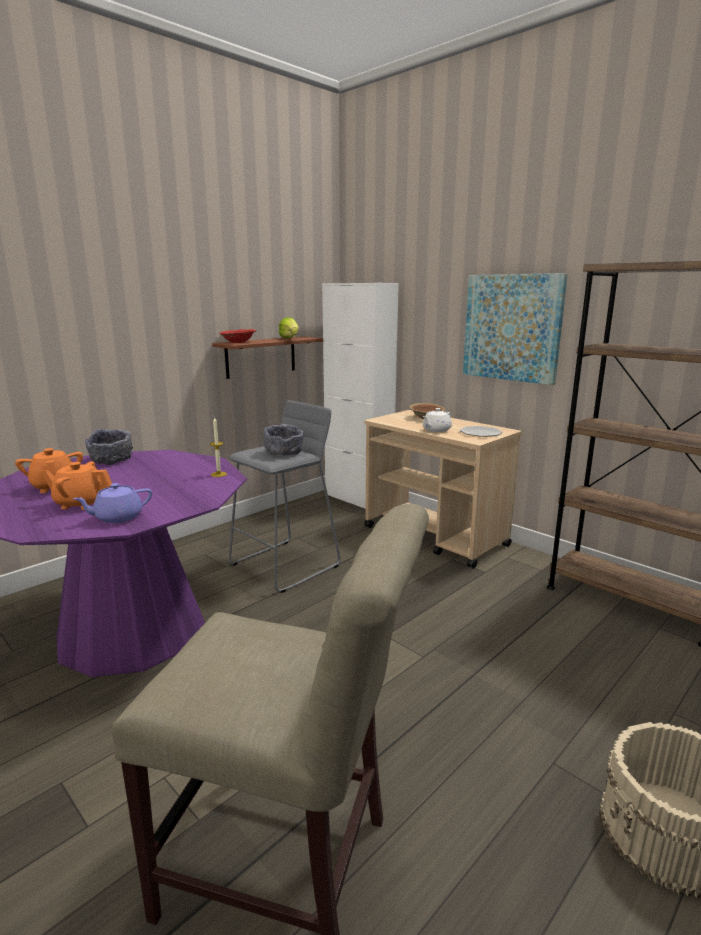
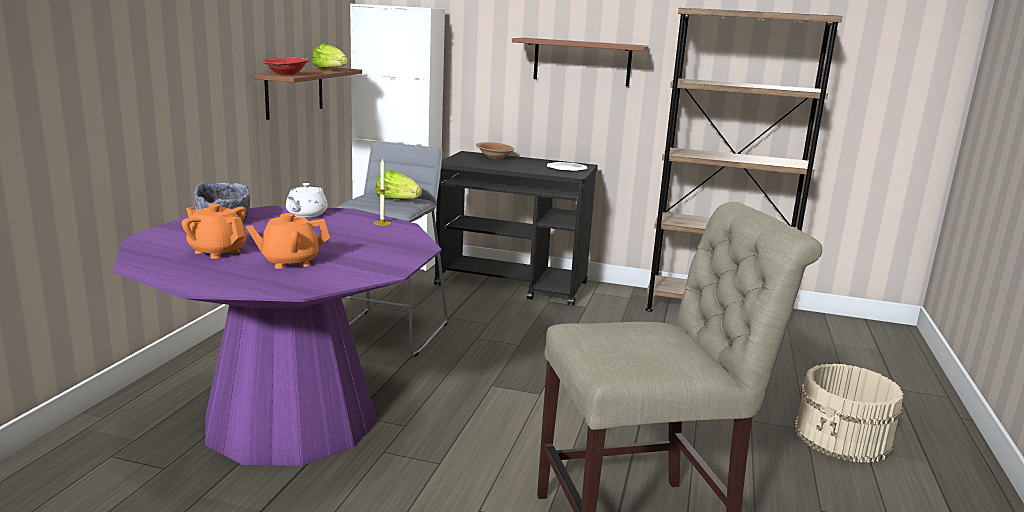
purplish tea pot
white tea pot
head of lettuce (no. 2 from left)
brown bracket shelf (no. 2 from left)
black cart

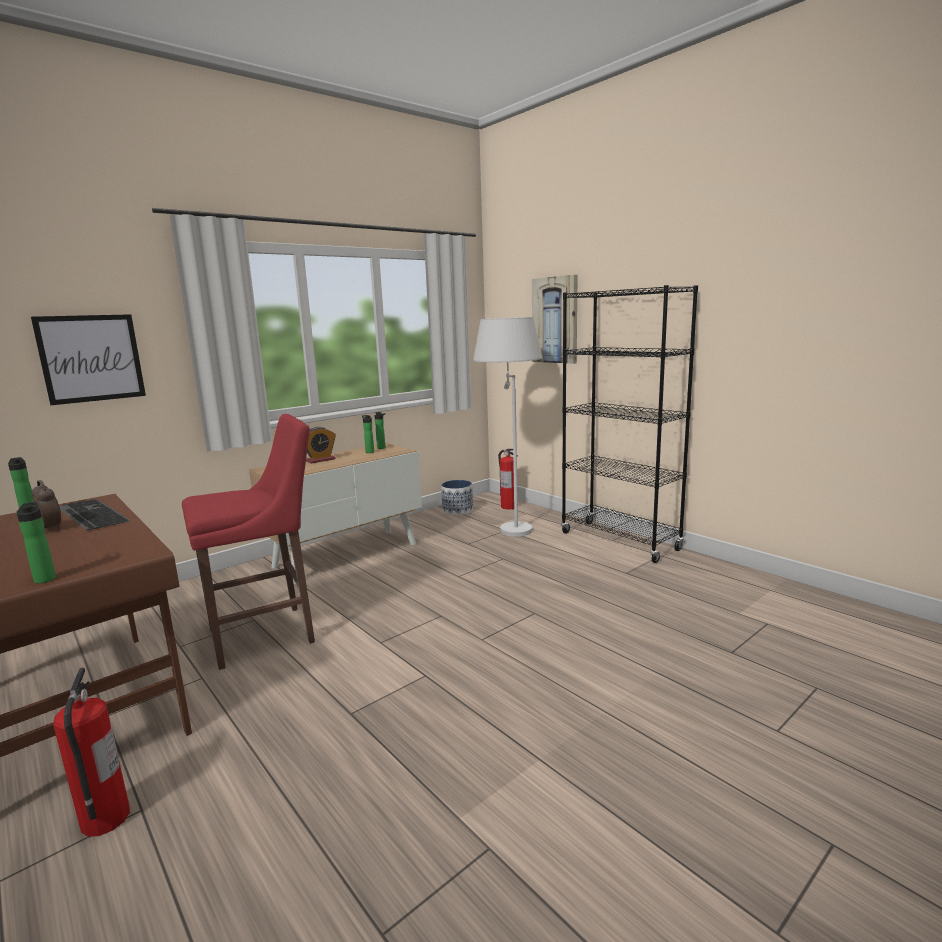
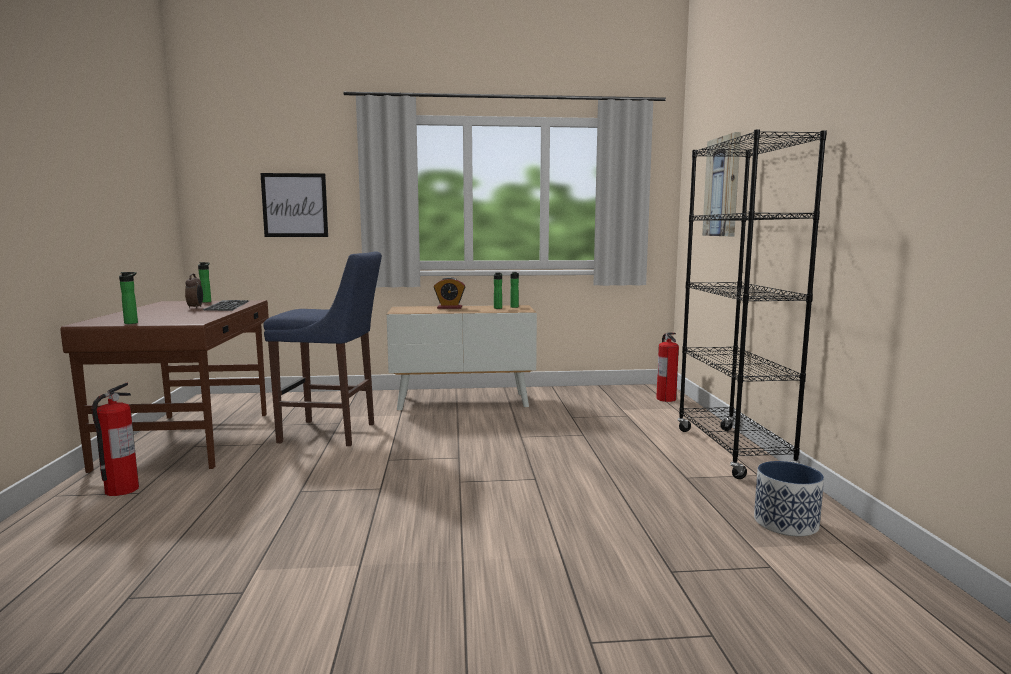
white standing lamp
plant pot
blue-coloured stool seat

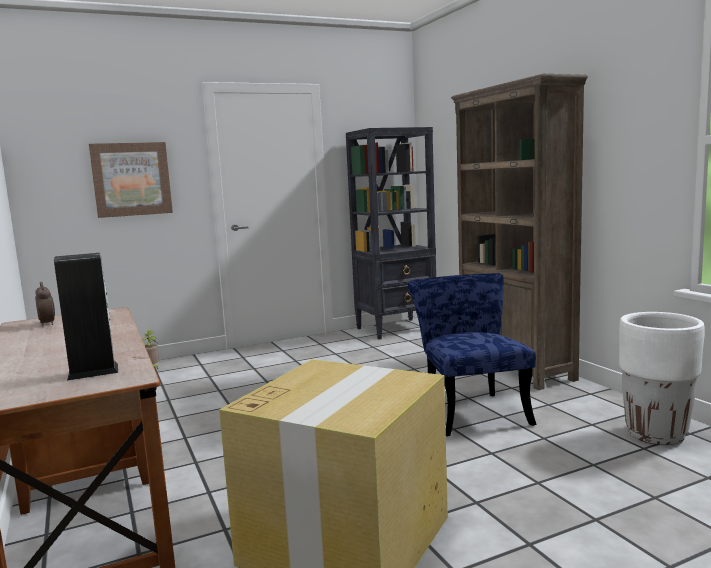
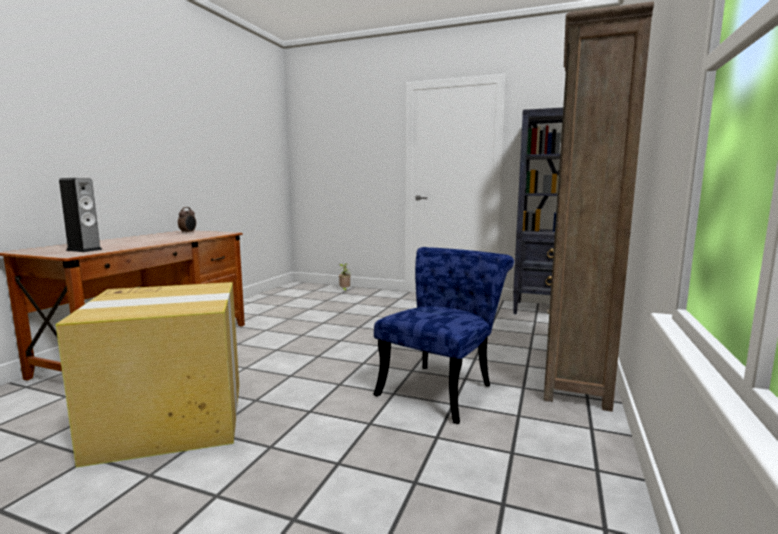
wall art
white plant pot

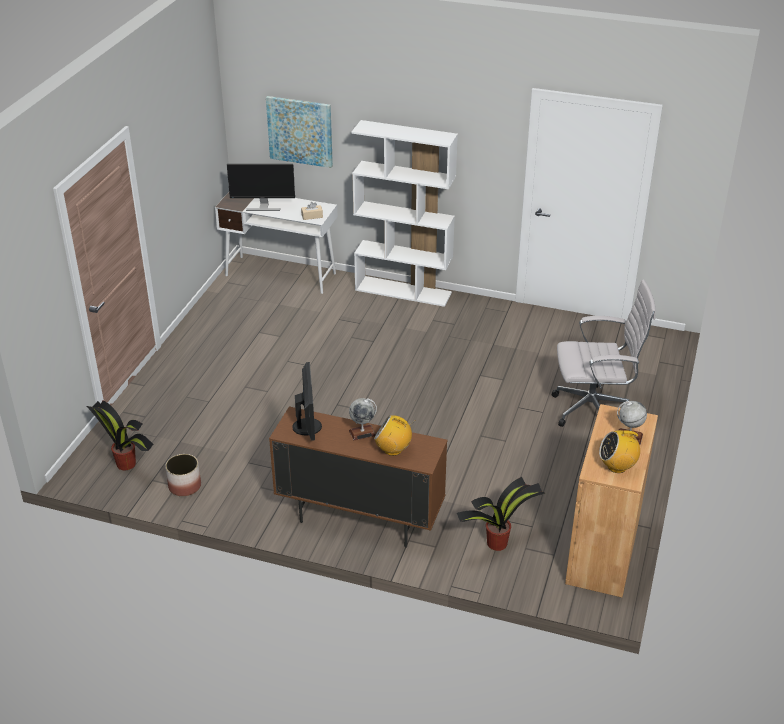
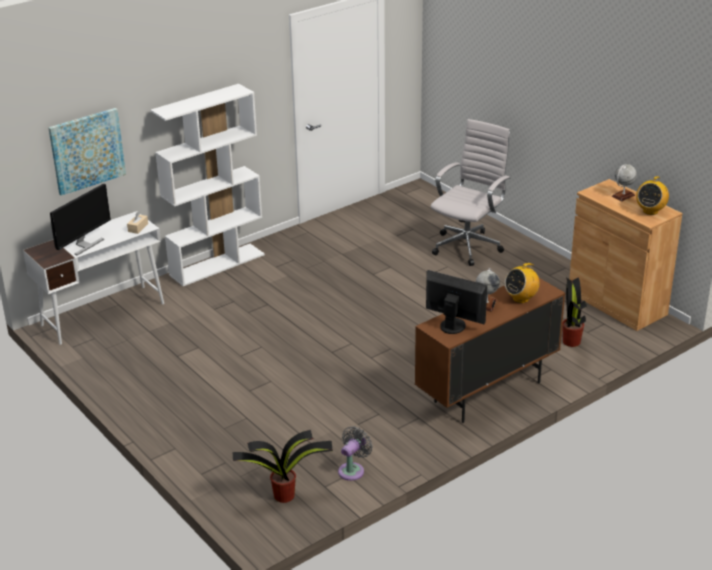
gray cooling fan

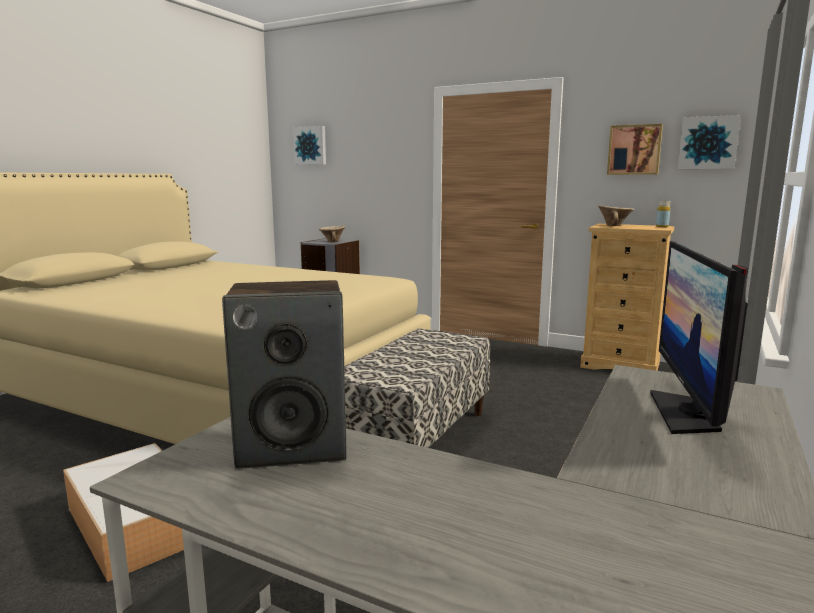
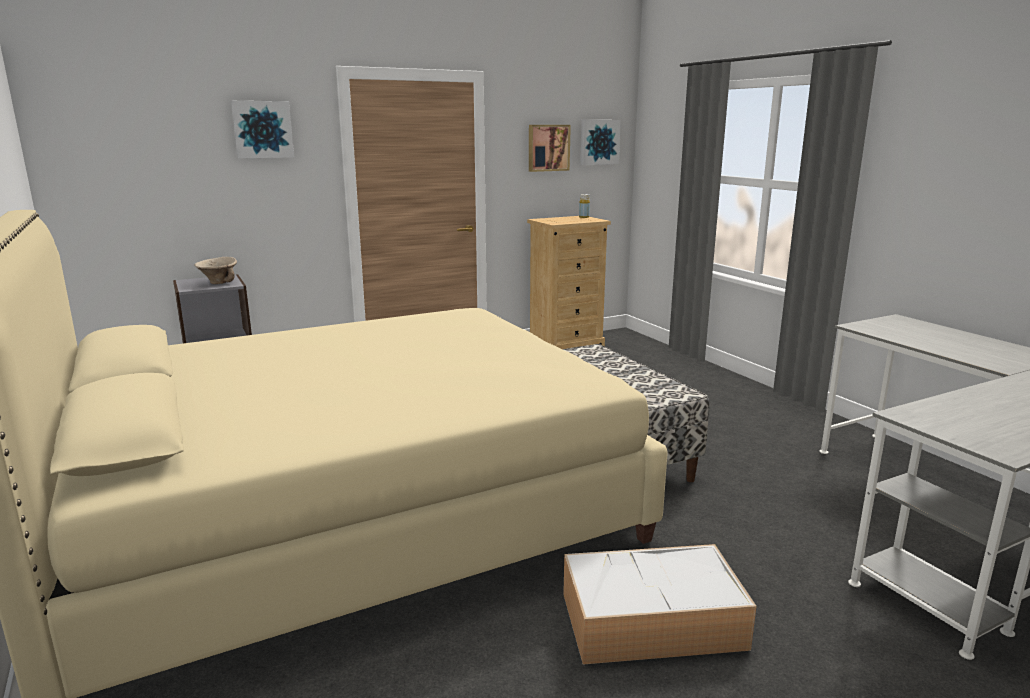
audio speaker
beige serving bowl (no. 2 from left in the first image)
computer display
wall art (no. 1 from left)

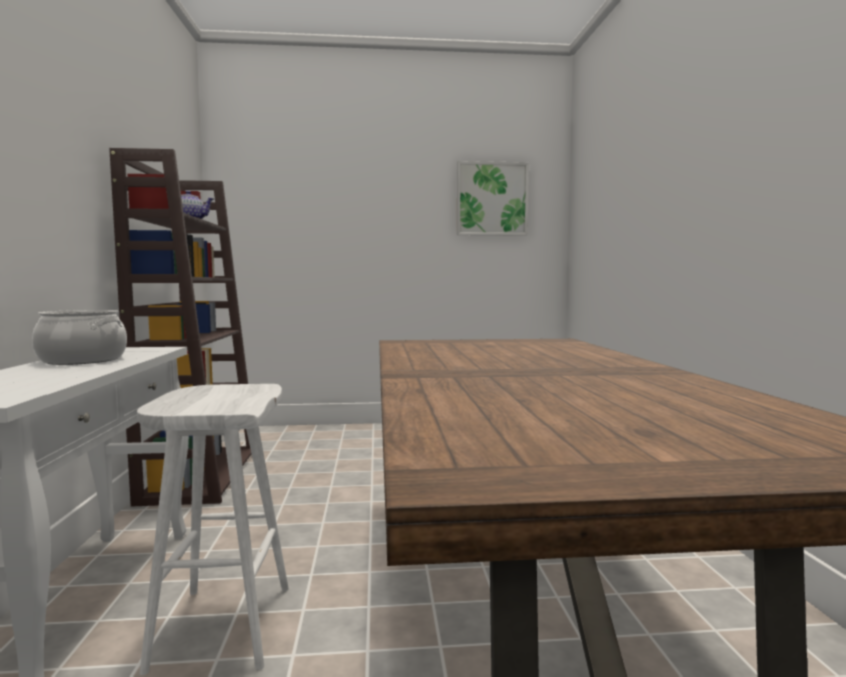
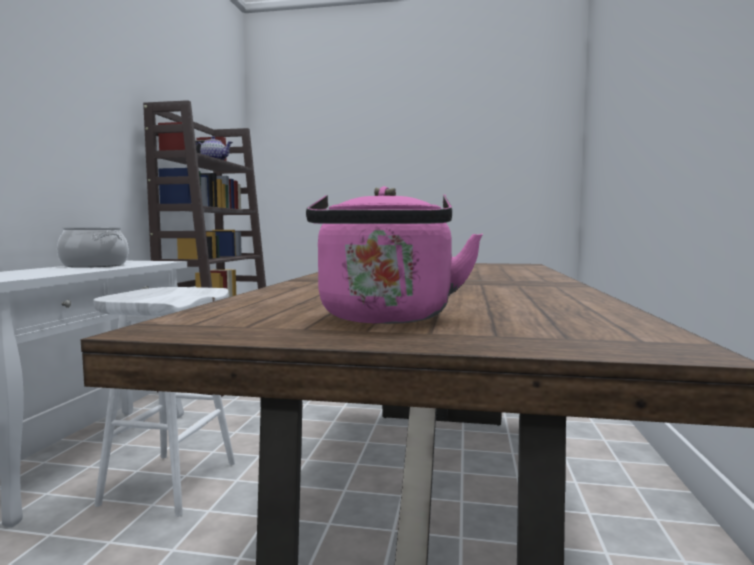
wall art
pink water kettle

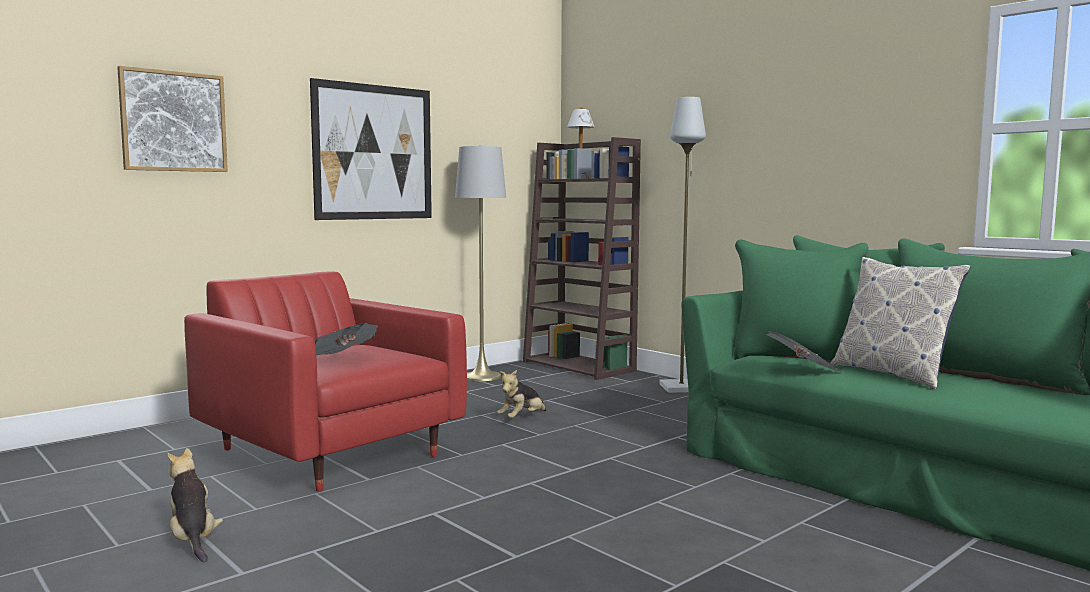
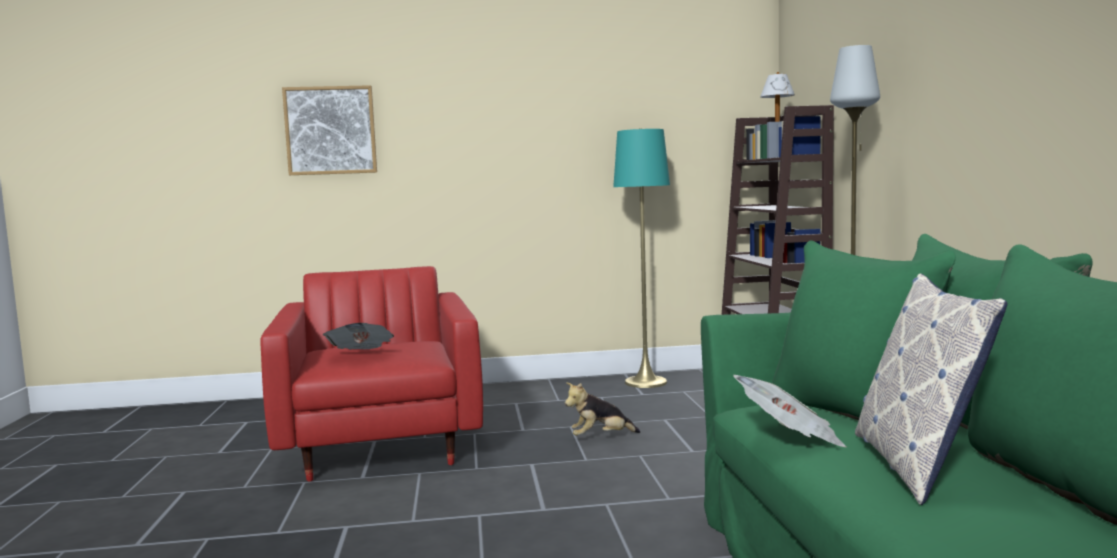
soft toy (no. 1 from left in the first image)
wall art (no. 2 from left in the first image)
turquoise-coloured standing lamp

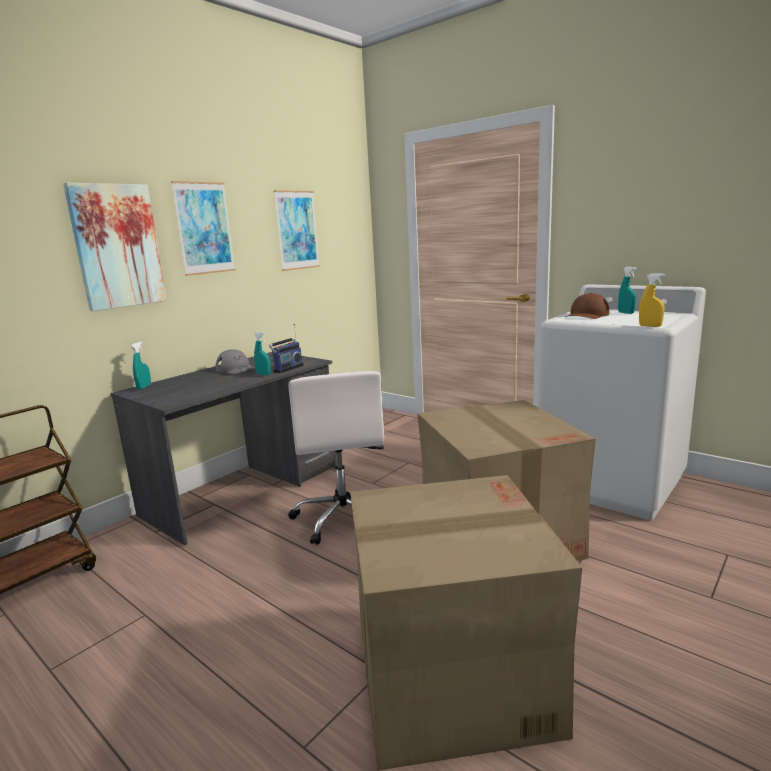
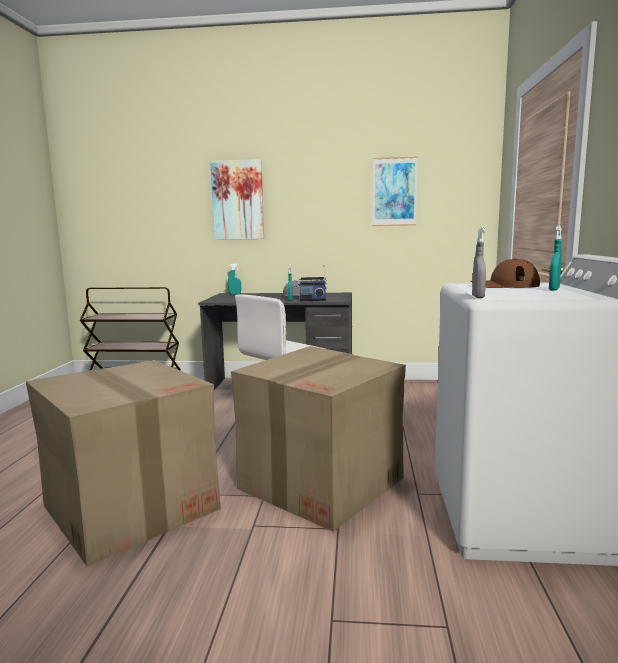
wall art (no. 2 from left in the first image)
gray sprayer

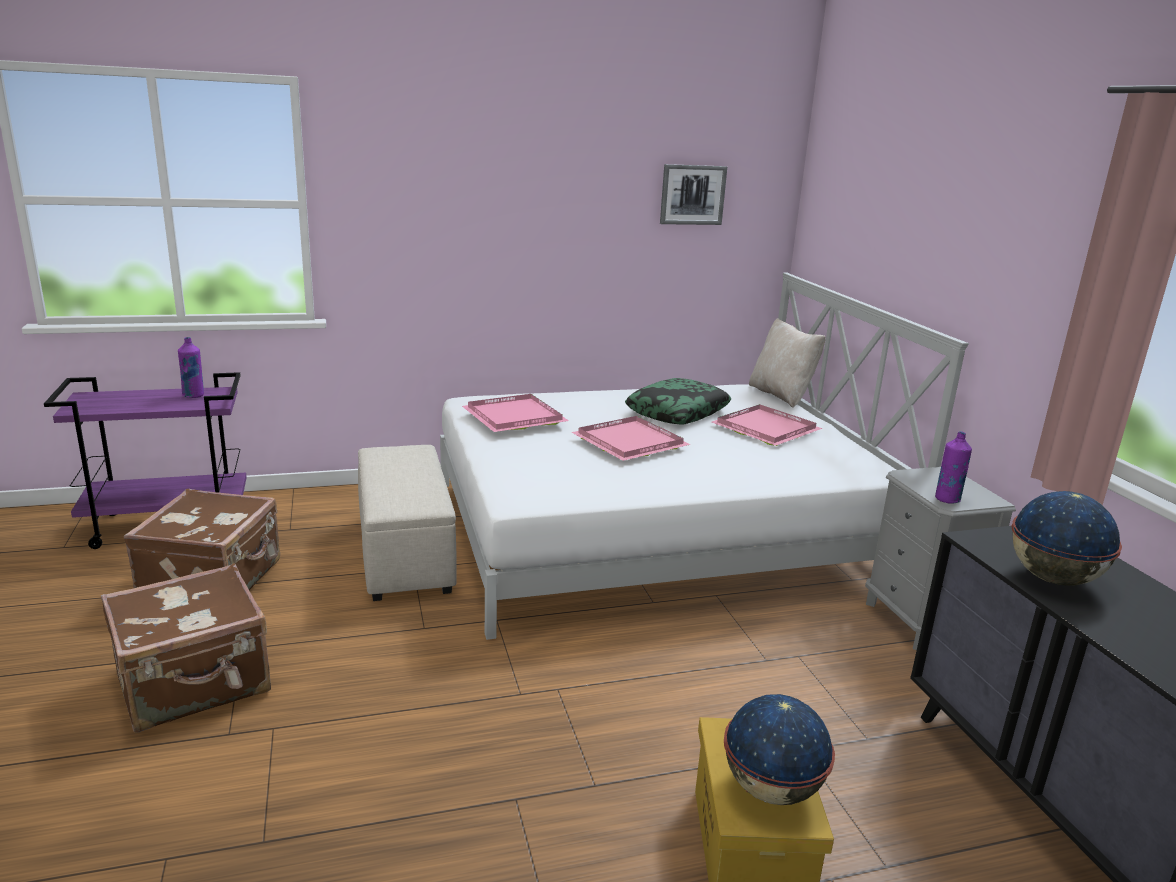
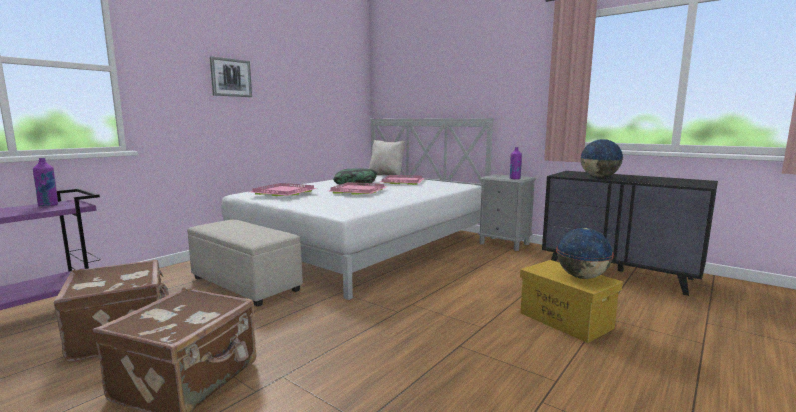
wall art

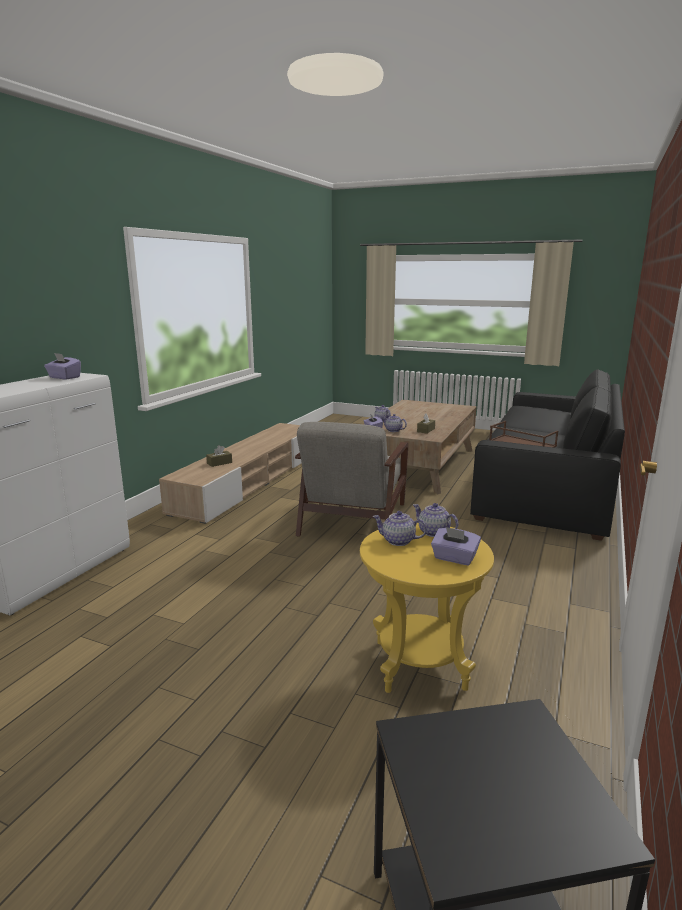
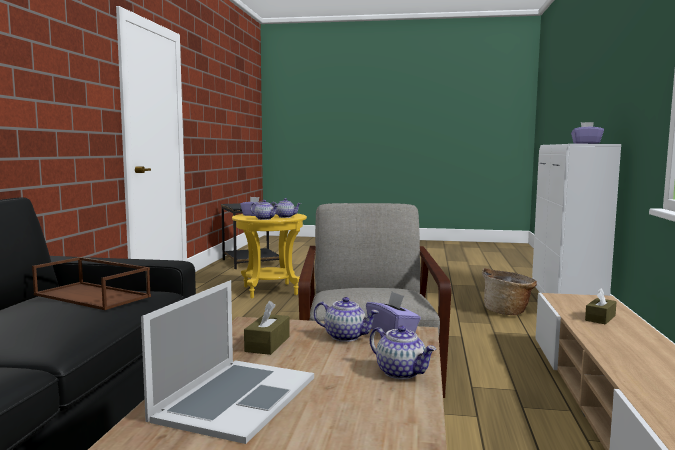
portable computer
household basket

